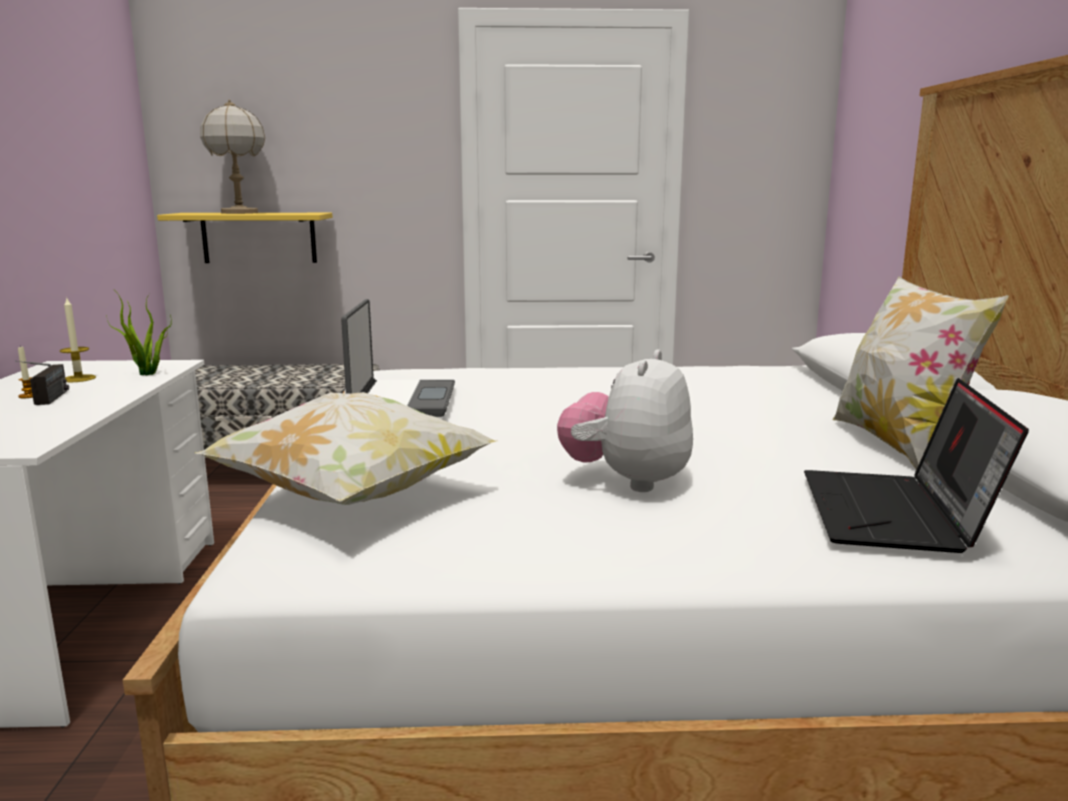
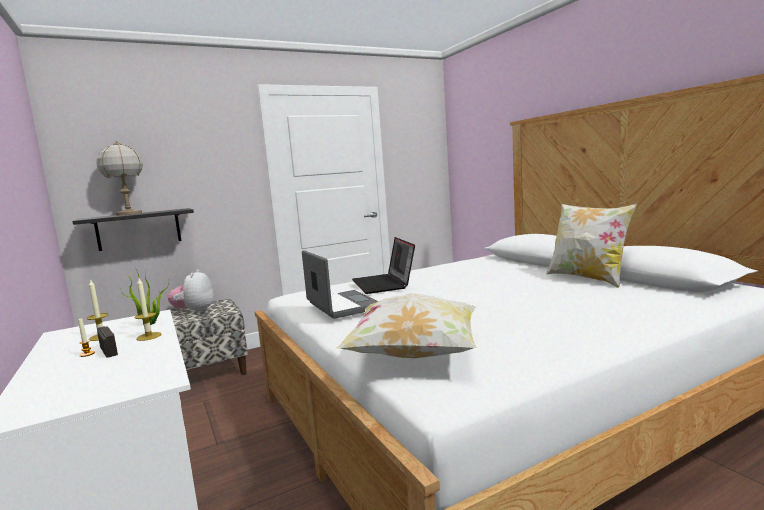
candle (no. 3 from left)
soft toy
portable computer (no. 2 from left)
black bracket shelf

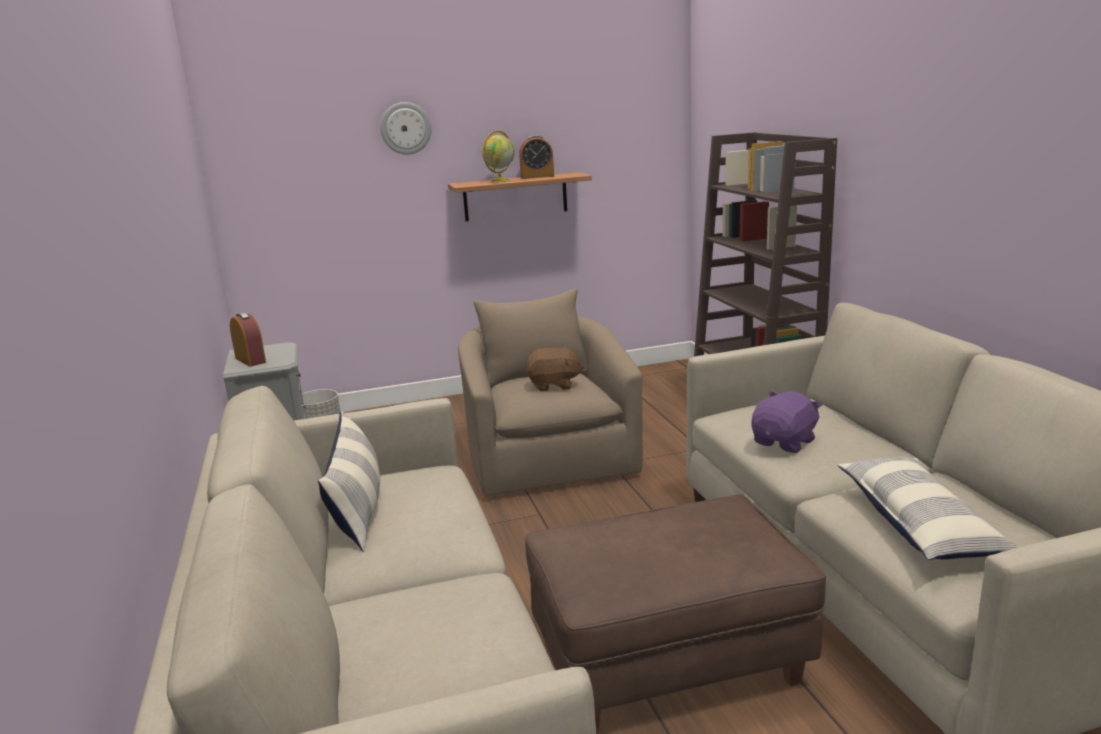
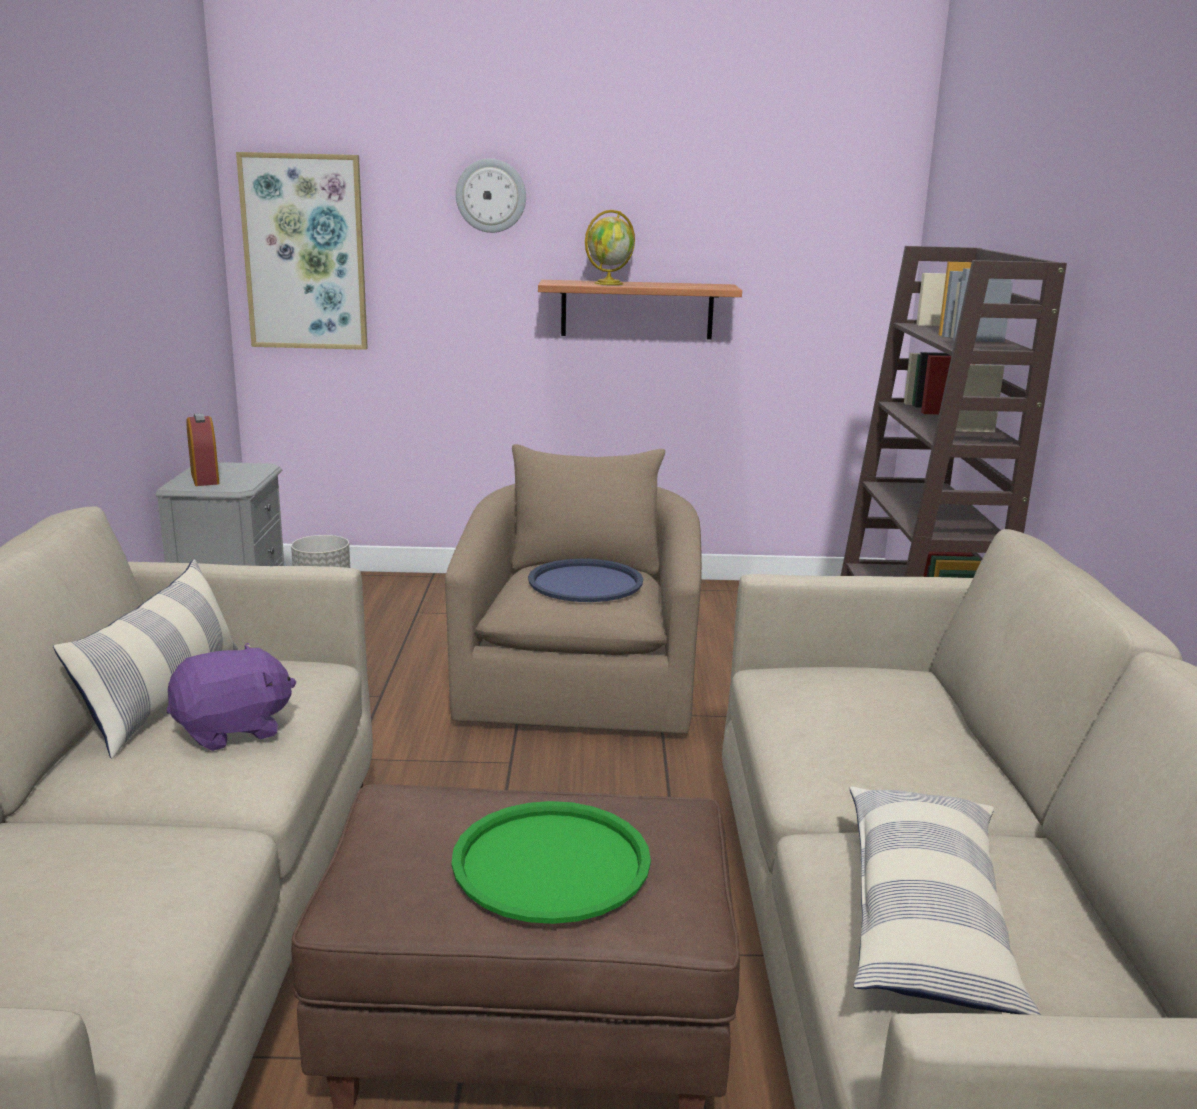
alarm clock (no. 2 from left in the first image)
wall art
green-coloured carrying tray
purplish soft toy
blue-coloured carrying tray

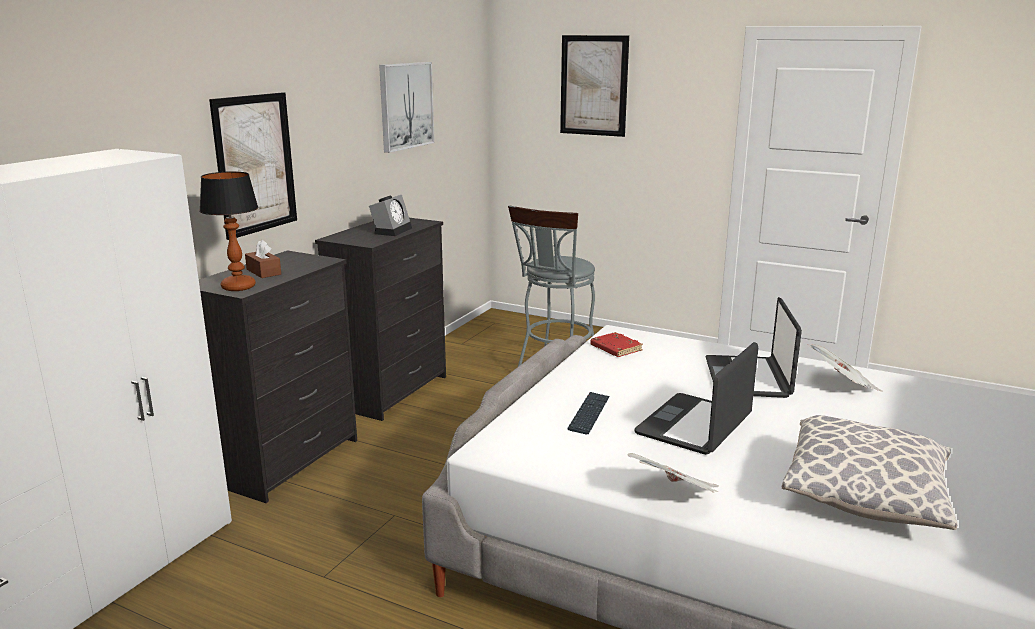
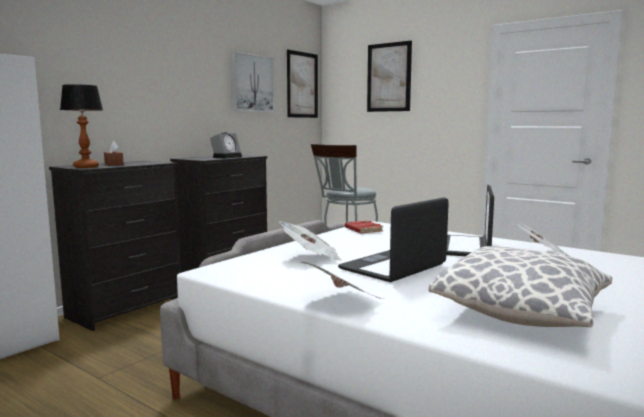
wall art (no. 2 from left)
newspaper (no. 1 from left)

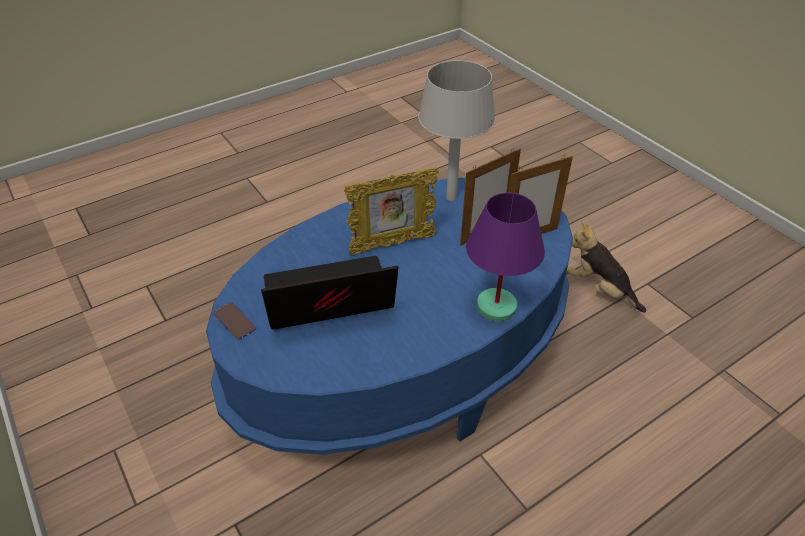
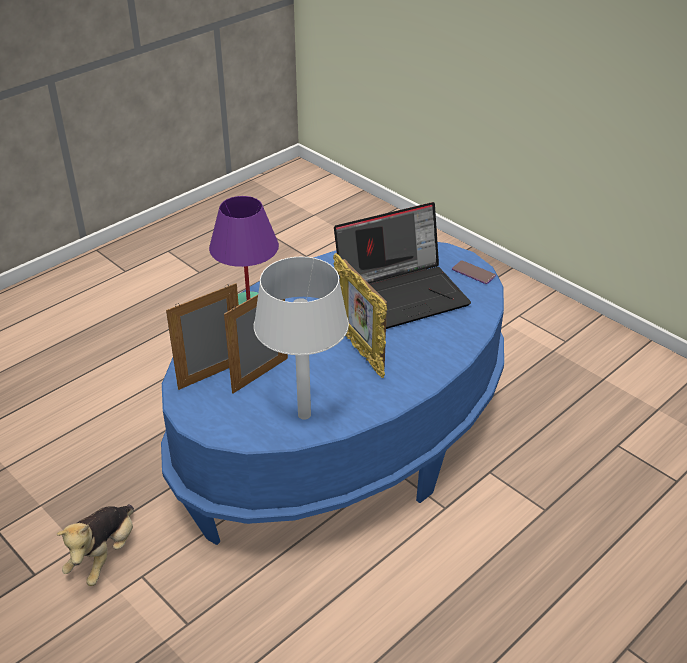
photo frame (no. 3 from left)
soft toy

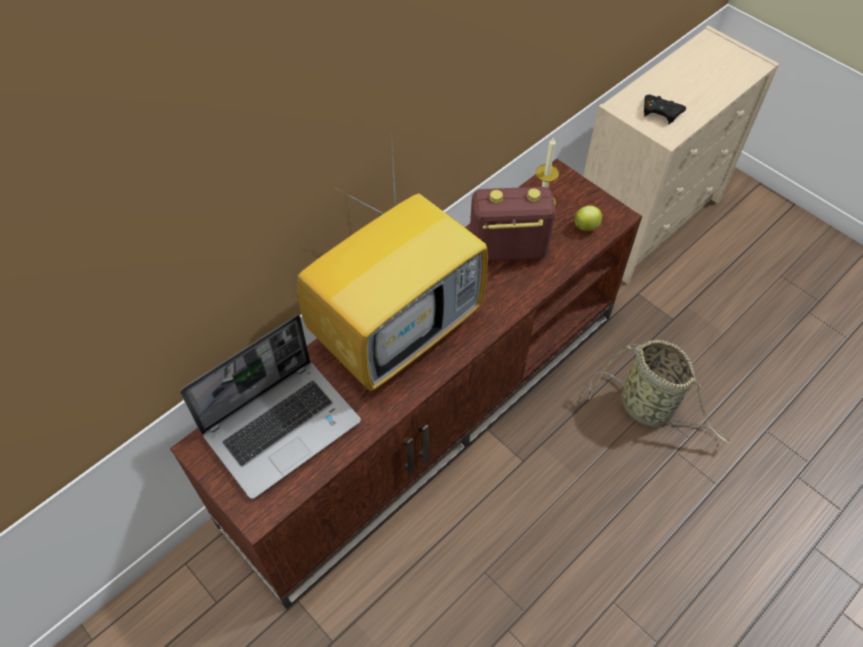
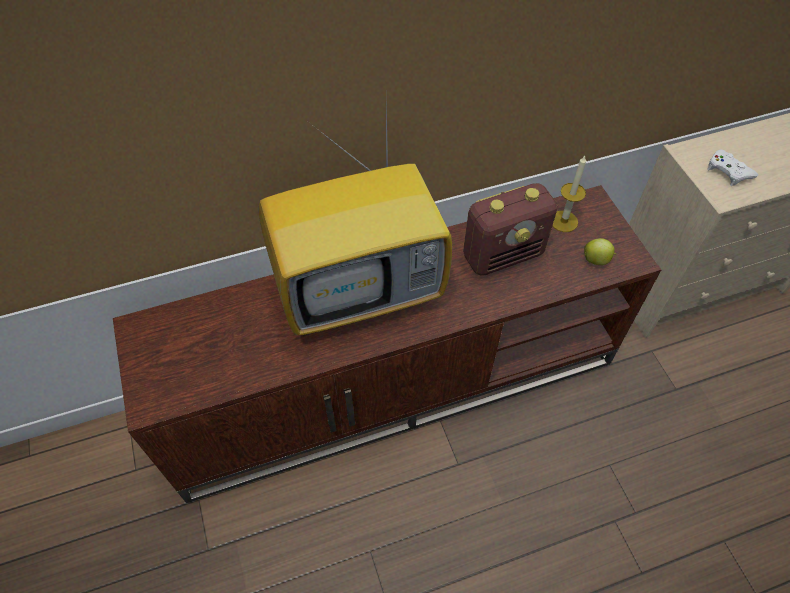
portable computer
household basket
white game controller
radio

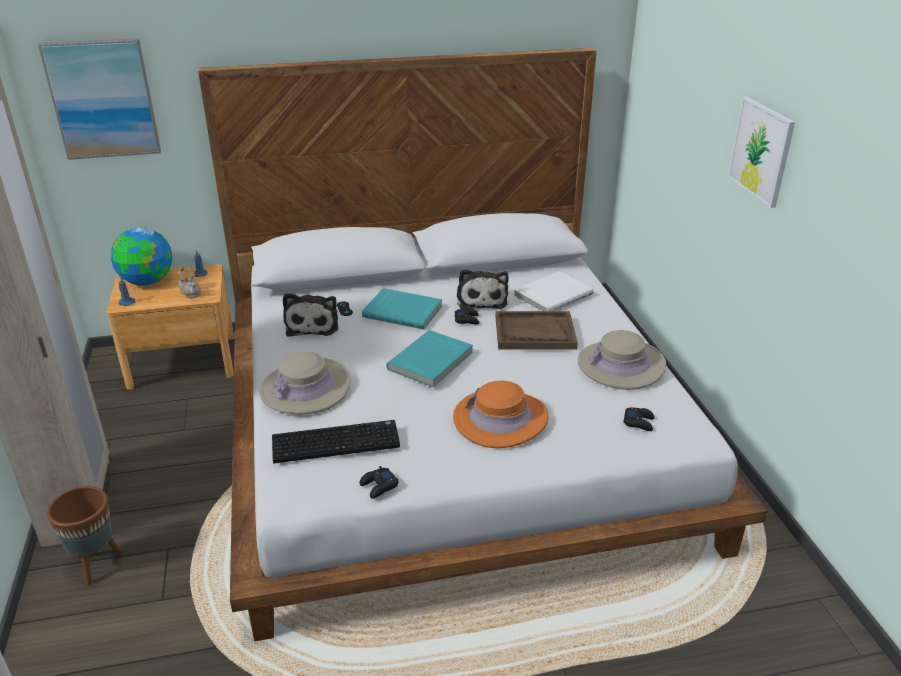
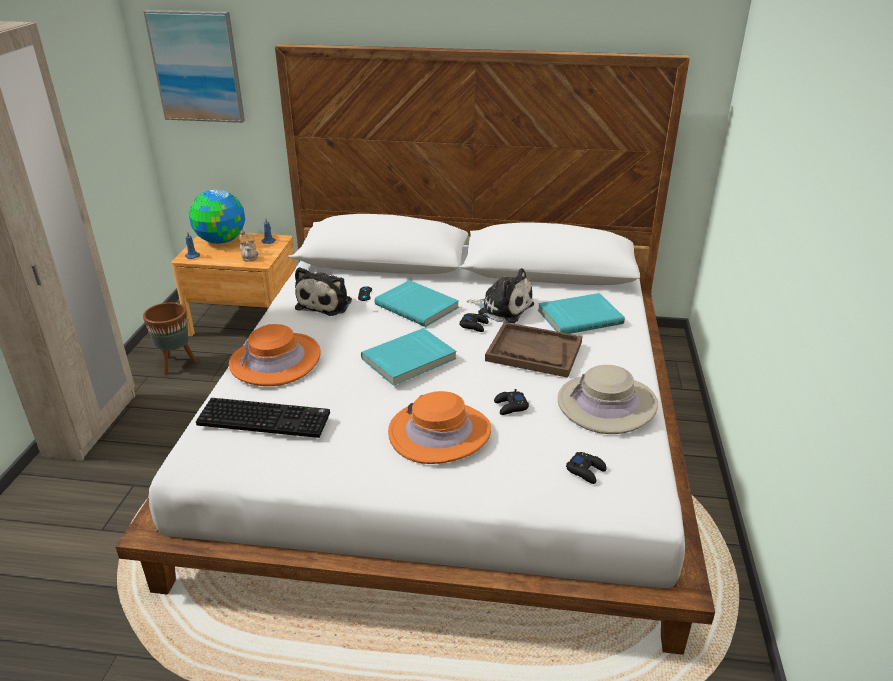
wall art (no. 2 from left in the first image)
brown plant pot
black game controller (no. 3 from left)
orange hat (no. 1 from left)
turquoise-coloured book (no. 3 from left)
soft toy (no. 2 from left)

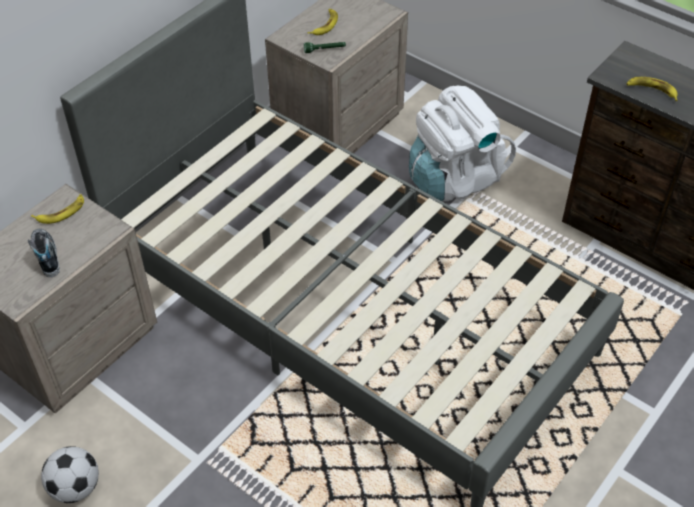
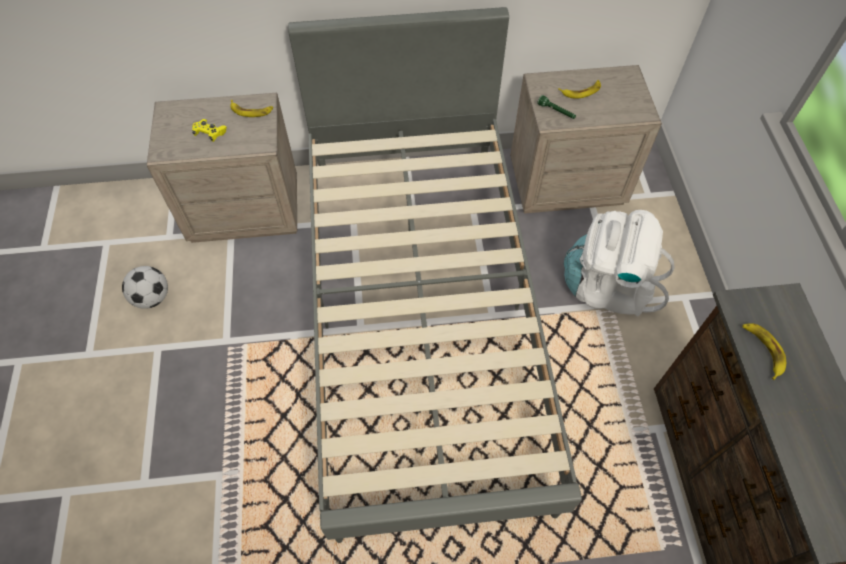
yellow-coloured game controller

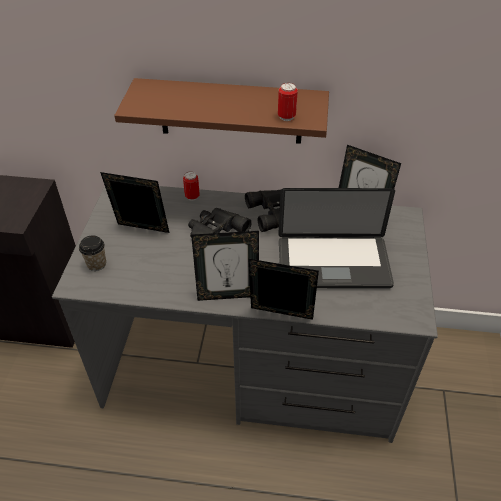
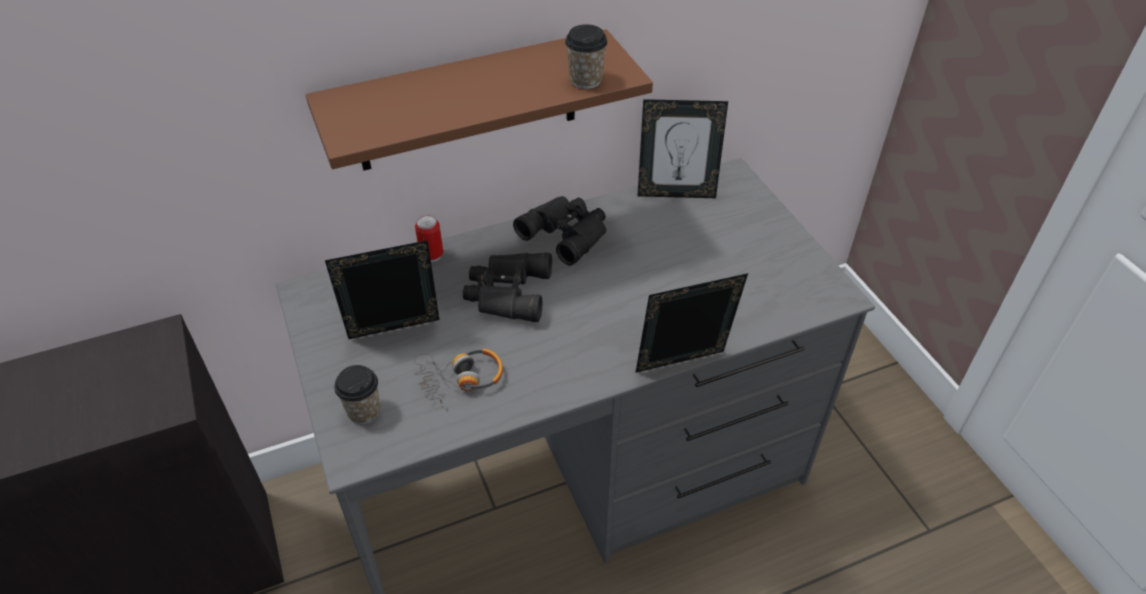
photo frame (no. 2 from left in the first image)
portable computer
headphones
cup (no. 2 from left)

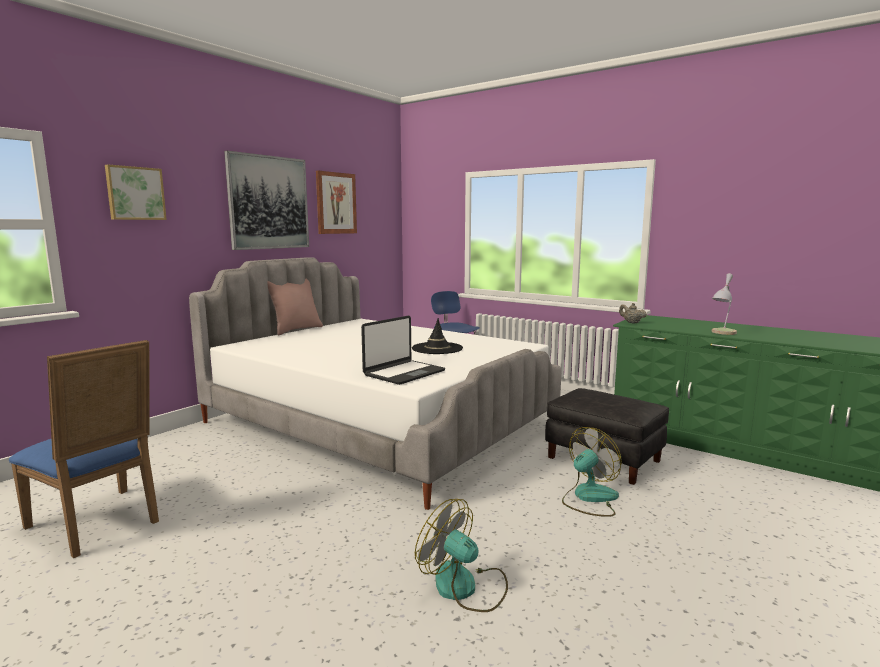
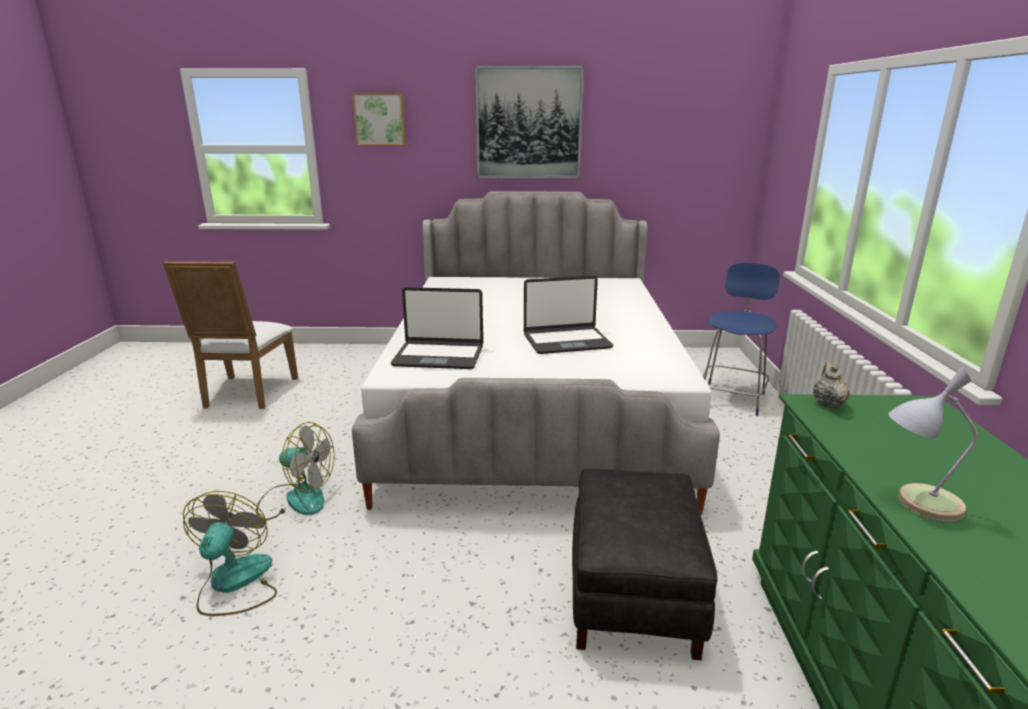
pink cushion
wall art (no. 3 from left in the first image)
cooling fan (no. 2 from left)
portable computer (no. 2 from left)
white upright chair

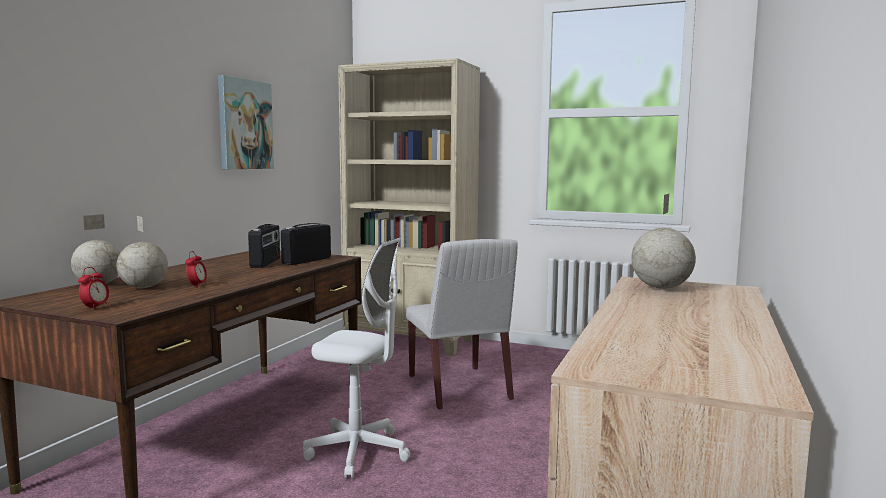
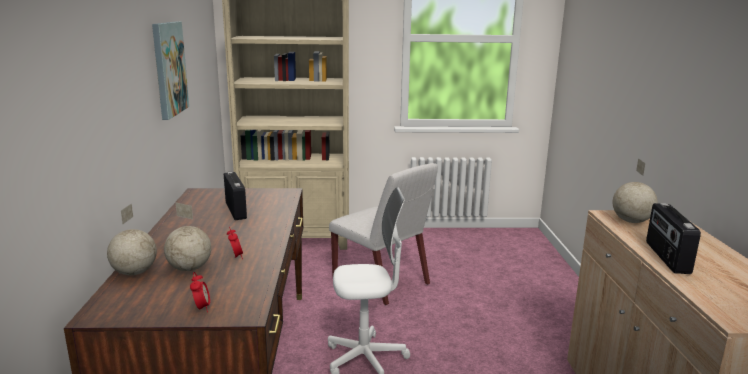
radio (no. 2 from left)

